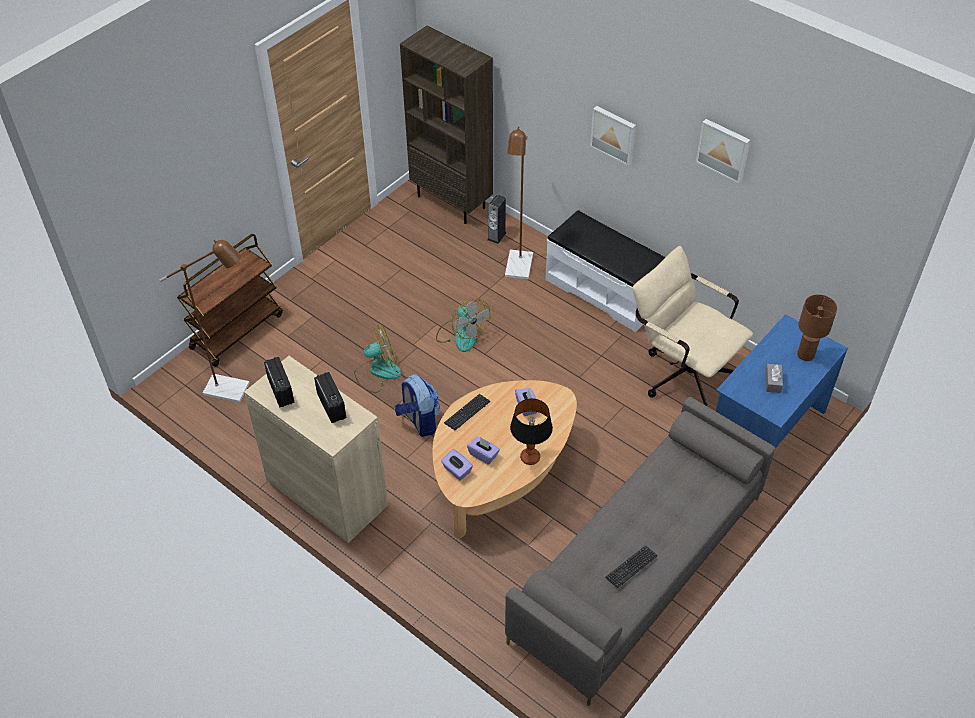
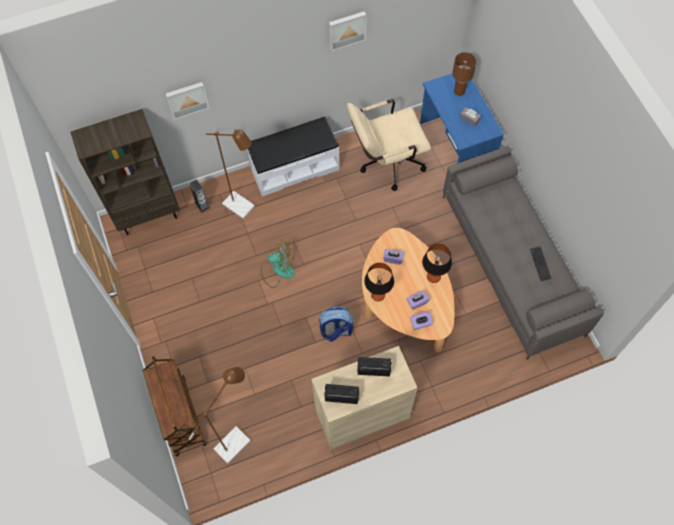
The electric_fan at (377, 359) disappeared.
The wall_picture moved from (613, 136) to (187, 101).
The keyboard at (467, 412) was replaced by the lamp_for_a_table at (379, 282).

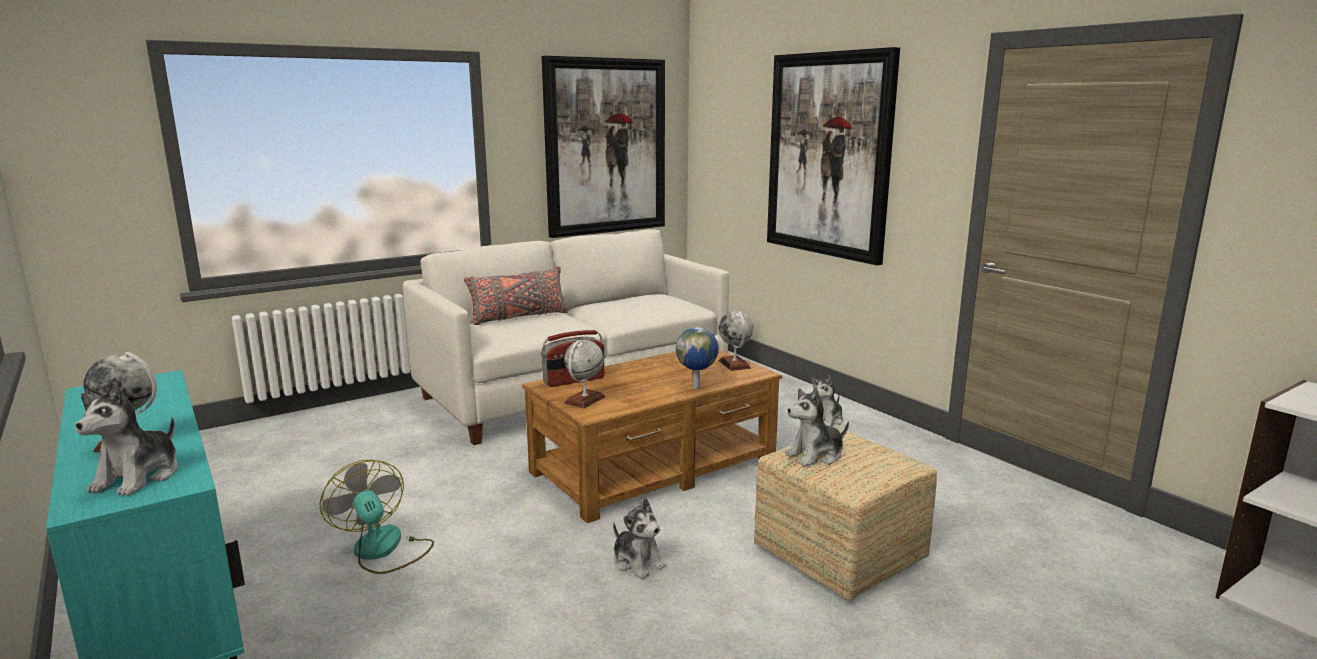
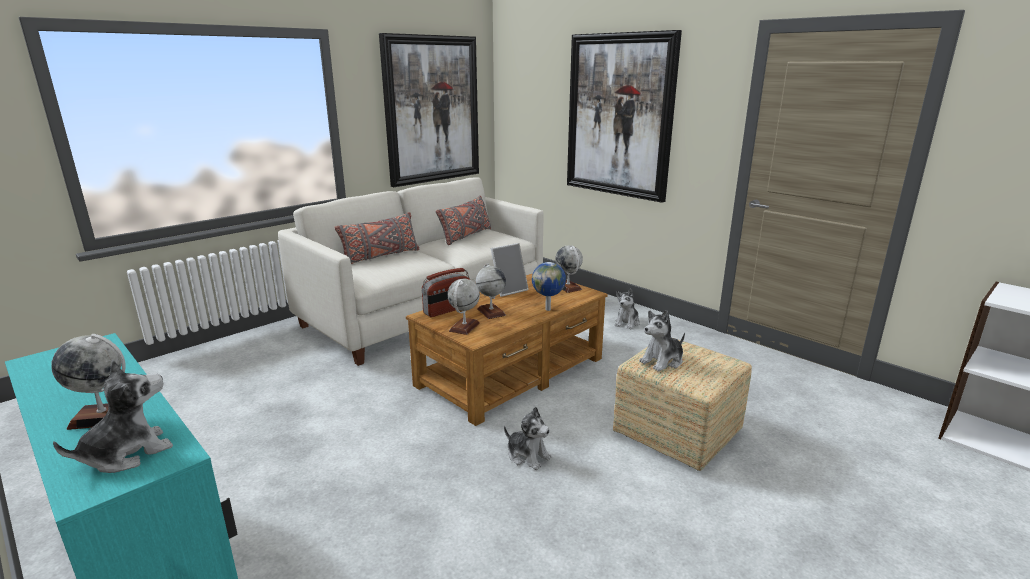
The electric_fan at (376, 517) disappeared.
The grey_throw_pillow at (463, 220) appeared.
The world_globe at (491, 291) appeared.
The photo_frame at (510, 270) appeared.
The cuddly_toy at (126, 439) turned 135 degrees counterclockwise.

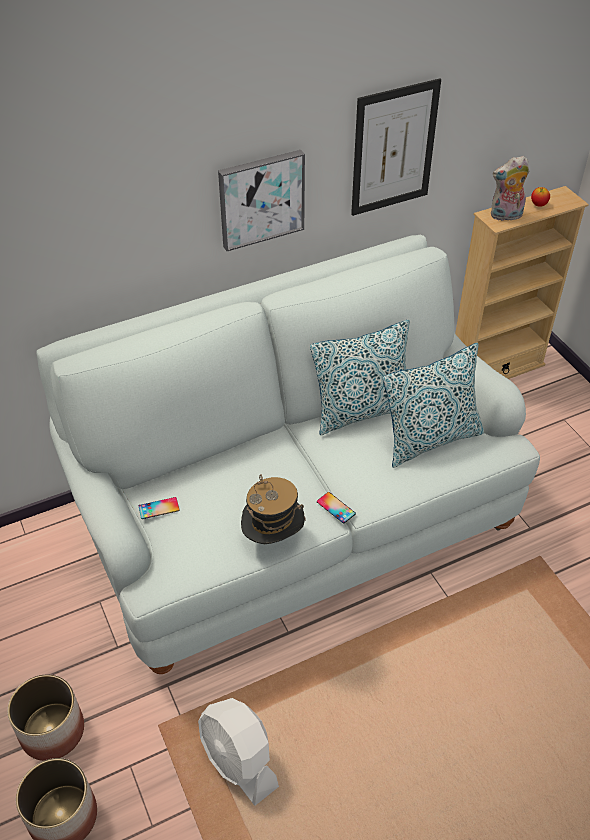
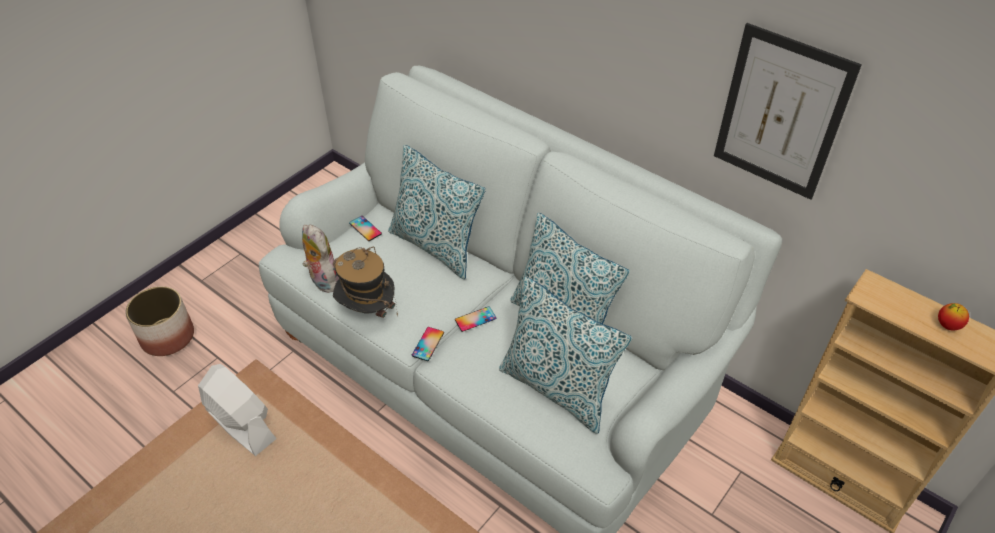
The planter at (45, 717) disappeared.
The wall_picture at (261, 200) disappeared.
The throw_pillow at (437, 212) appeared.
The handset at (475, 319) appeared.
The cuddly_toy moved from (510, 189) to (320, 259).
The white_electric_fan at (238, 752) turned 105 degrees clockwise.

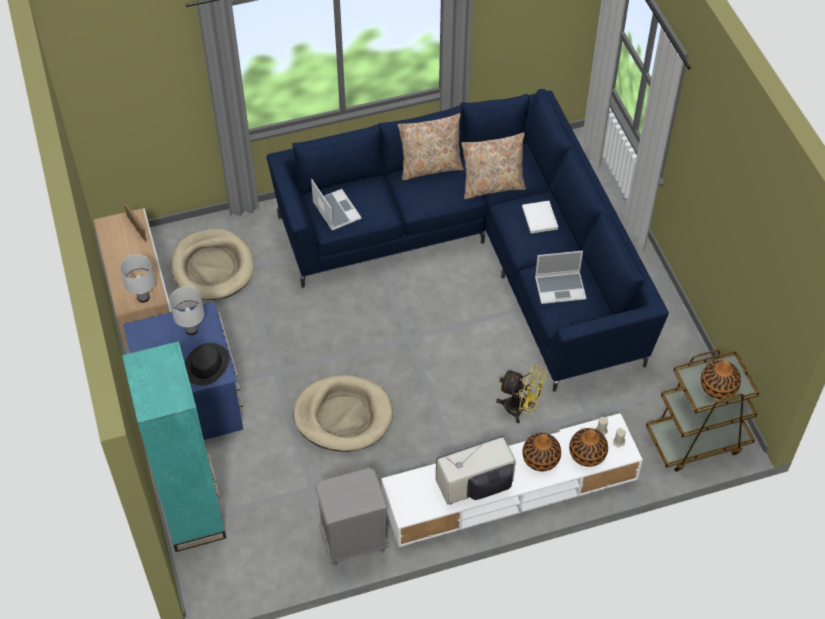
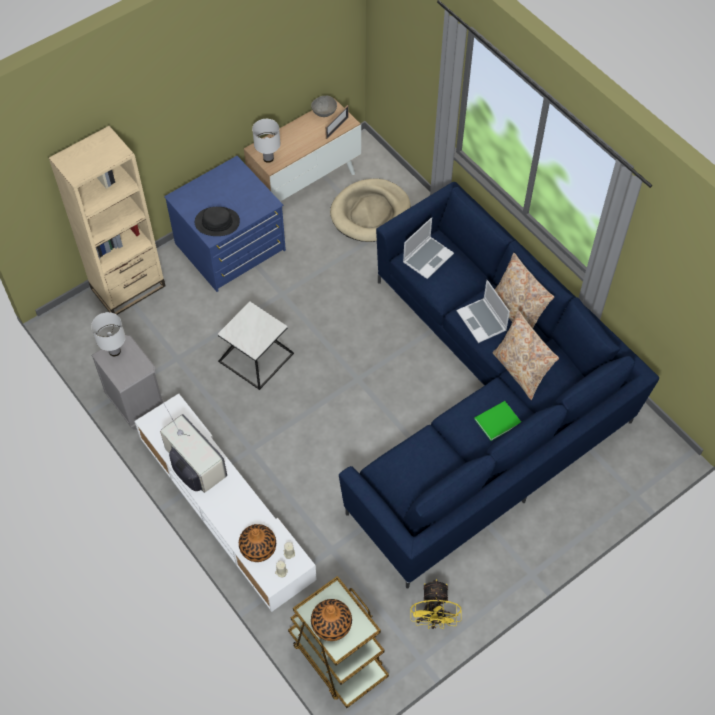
The flower_vase at (541, 452) disappeared.
The grey_deep_dish at (324, 106) appeared.
The white_lamp_for_a_table moved from (186, 311) to (108, 334).
The yellow-coloured_electric_fan moved from (521, 393) to (435, 604).
The laptop moved from (560, 277) to (483, 311).
The beige_dog_cushion at (343, 413) was replaced by the end_table at (256, 346).
The blue-green_bookcase at (174, 446) became the beige_bookcase at (107, 220).
The white_volume at (540, 217) became the greenish_volume at (497, 421).

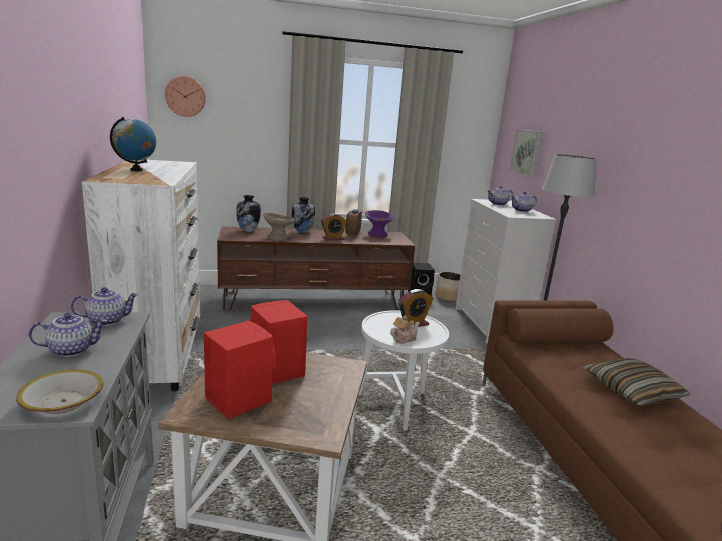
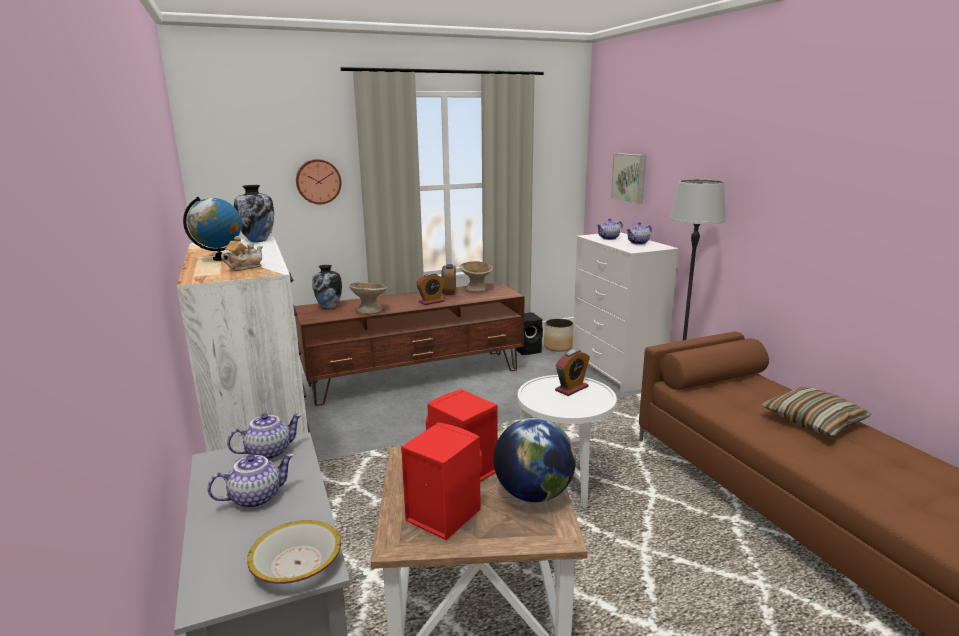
The world_globe at (534, 460) appeared.
The wall_clock moved from (185, 96) to (319, 181).
The flower_vase moved from (303, 215) to (254, 213).
The pot_for_tea moved from (405, 329) to (242, 253).
The purple_deep_dish at (379, 223) became the beige_deep_dish at (476, 276).

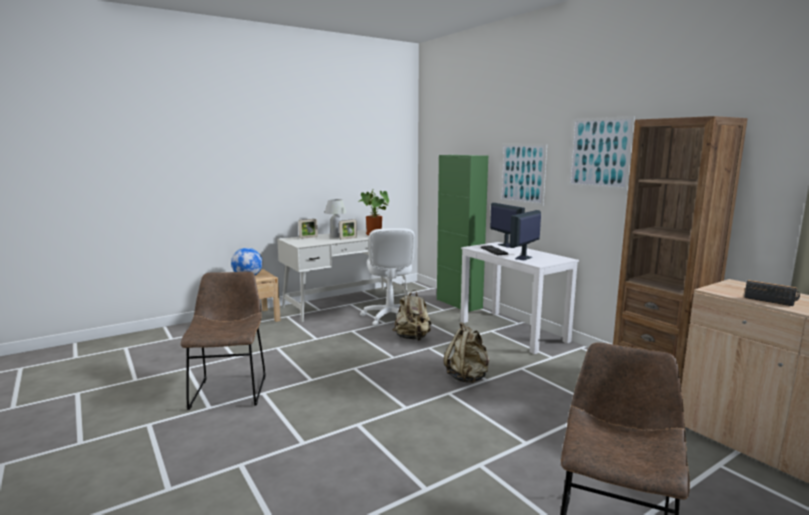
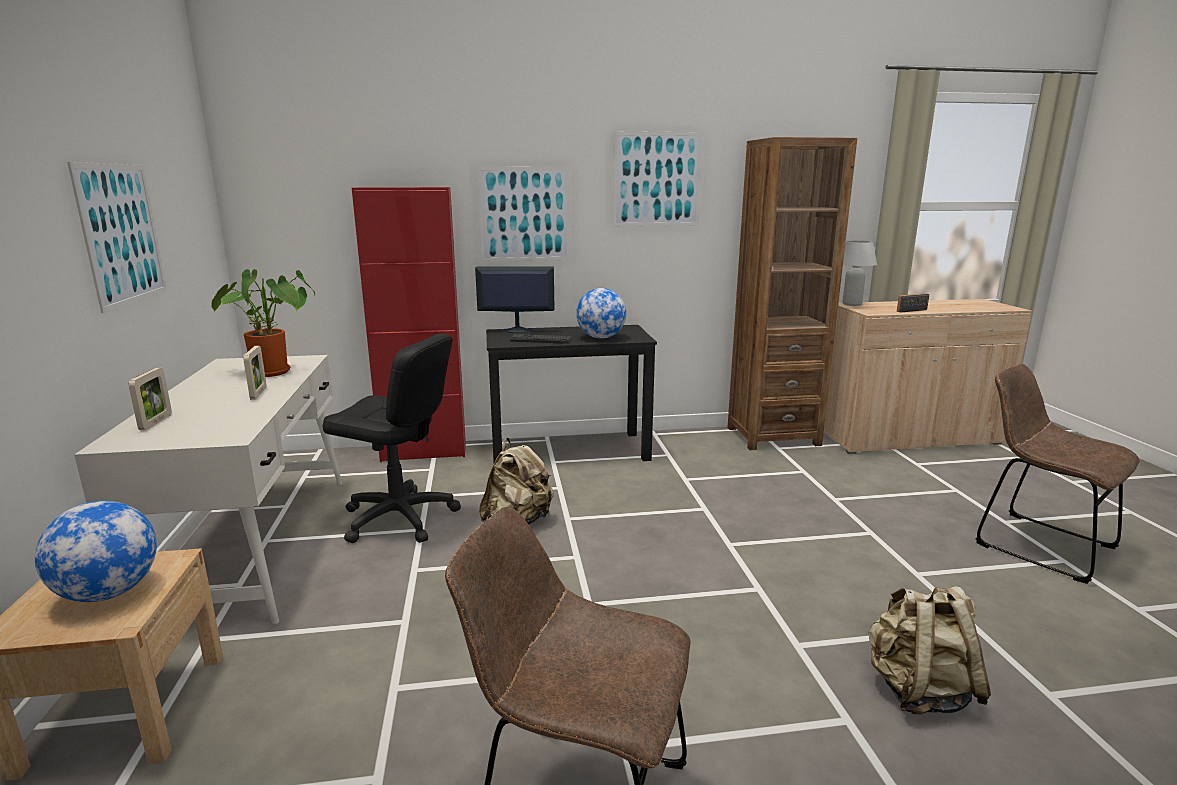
The wall_picture at (117, 237) appeared.
The white_lamp_for_a_table moved from (336, 218) to (860, 273).
The beige_backpack moved from (467, 352) to (929, 650).
The computer_screen at (525, 235) was replaced by the world_globe at (601, 313).
The white_desk_chair at (387, 277) became the black-coloured_desk_chair at (392, 438).
The greenish_cupboard at (462, 233) became the red-coloured_cupboard at (409, 324).
The white_desk at (519, 298) became the black-coloured_desk at (571, 393).

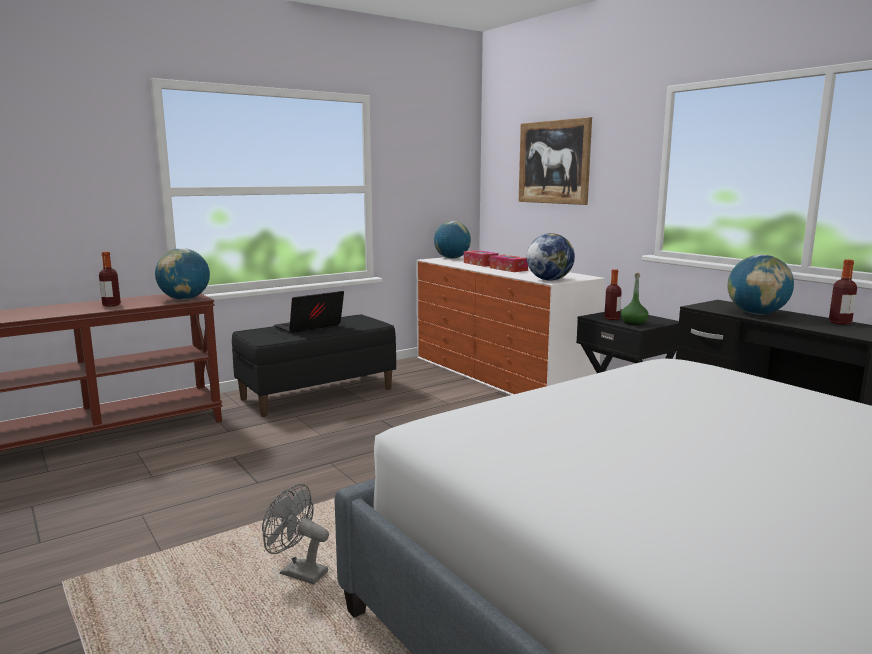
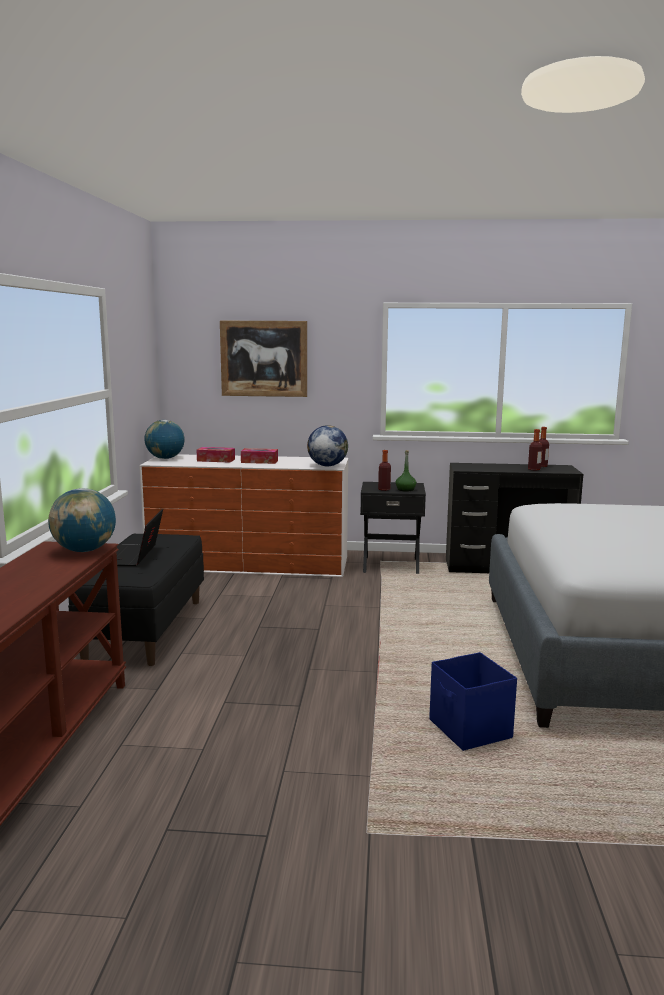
The world_globe at (760, 285) disappeared.
The drink_bottle moved from (110, 279) to (535, 450).
The grey_electric_fan at (295, 534) was replaced by the blue-coloured_storage_bin at (473, 701).

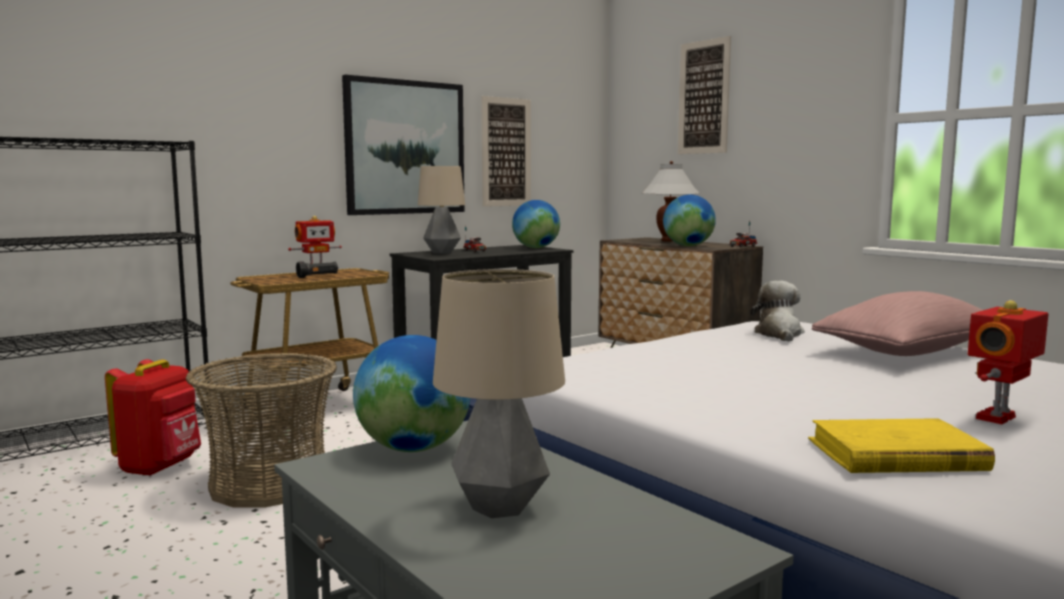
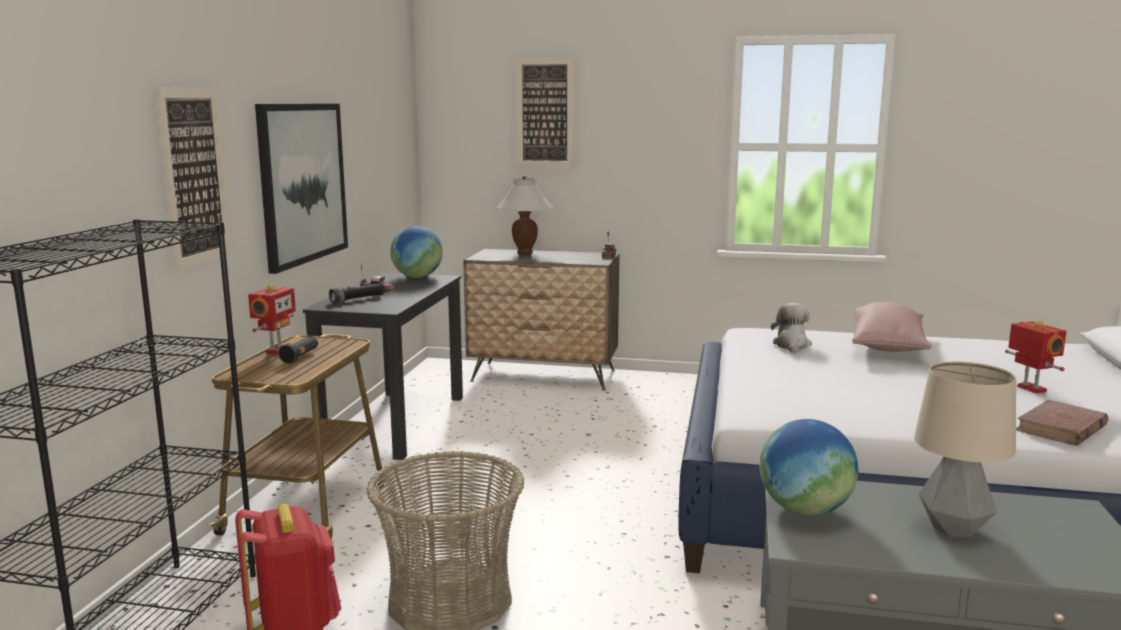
The world_globe at (689, 220) disappeared.
The wall_picture moved from (506, 151) to (193, 179).
The lamp_for_a_table at (441, 210) was replaced by the black-coloured_hand_torch at (356, 293).
The yellow-coloured_volume at (901, 445) became the brown_volume at (1062, 423).
The cuddly_toy at (778, 311) turned 45 degrees clockwise.
The model_robot at (1008, 362) turned 150 degrees clockwise.

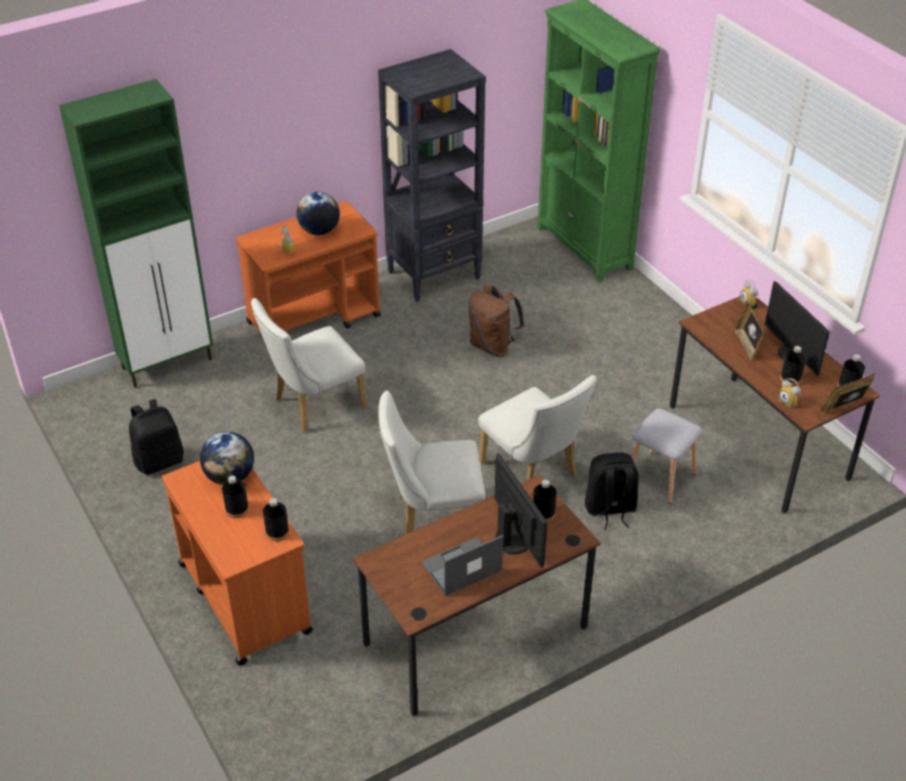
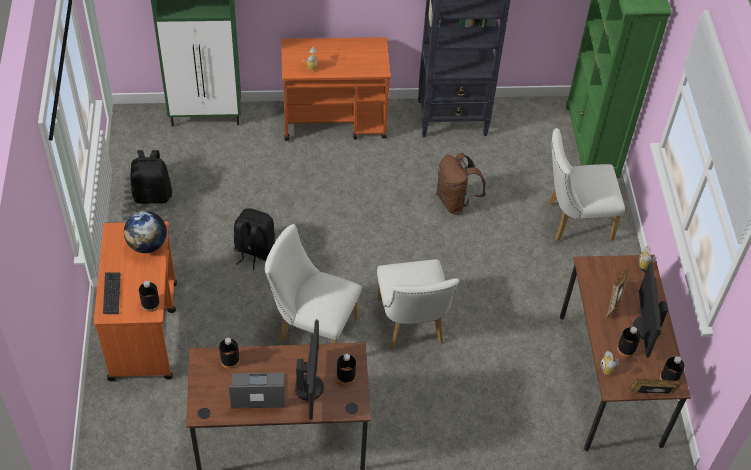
The world_globe at (318, 213) disappeared.
The grey_stool at (667, 456) disappeared.
The keyboard at (111, 293) appeared.
The black-coloured_drink_bottle moved from (235, 496) to (229, 353).
The white_plain_chair moved from (308, 365) to (586, 184).
The black-coloured_backpack moved from (612, 491) to (254, 239).

